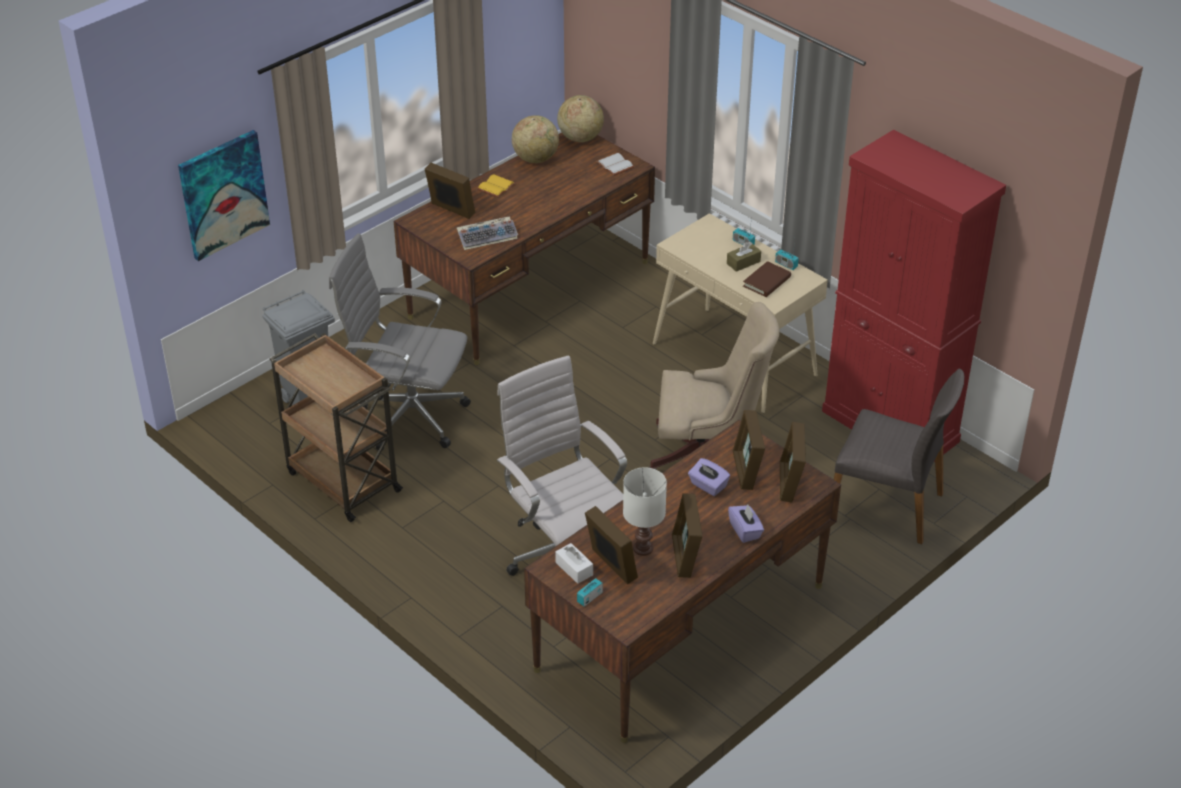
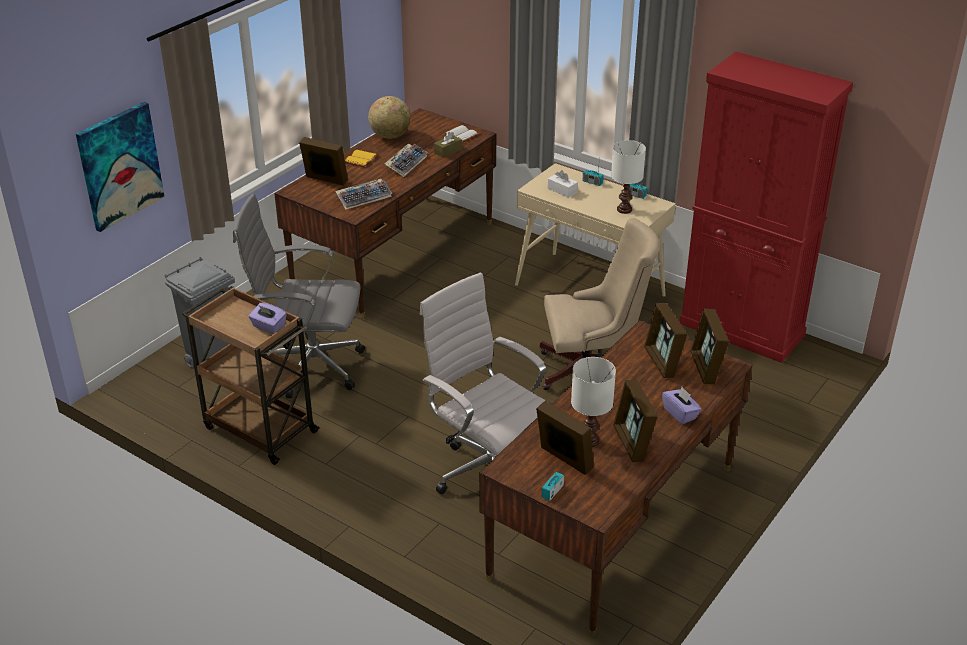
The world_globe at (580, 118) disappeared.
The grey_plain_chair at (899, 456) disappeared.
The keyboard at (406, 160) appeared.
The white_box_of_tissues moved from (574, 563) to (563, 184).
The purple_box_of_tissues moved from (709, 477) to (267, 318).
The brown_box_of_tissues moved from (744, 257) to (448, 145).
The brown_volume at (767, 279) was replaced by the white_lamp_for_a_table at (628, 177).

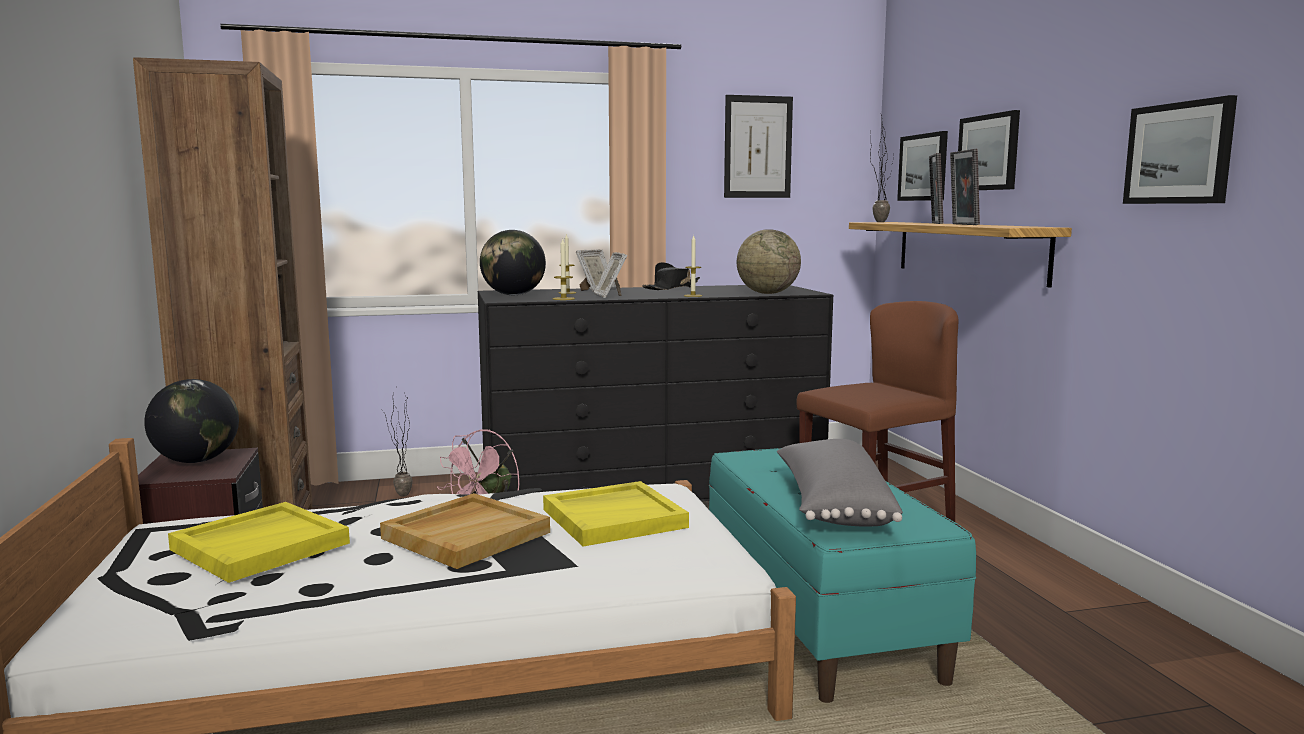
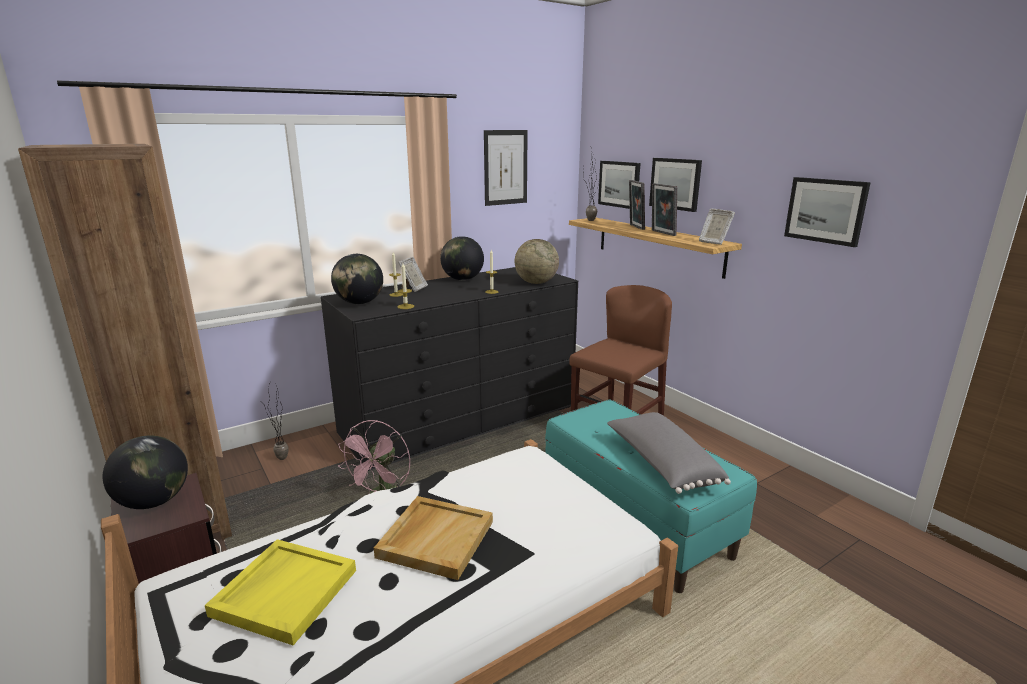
The yellow-coloured_carrying_tray at (616, 513) disappeared.
The photo_frame moved from (611, 275) to (717, 226).
The black-coloured_clothing_hat at (671, 276) was replaced by the world_globe at (462, 258).

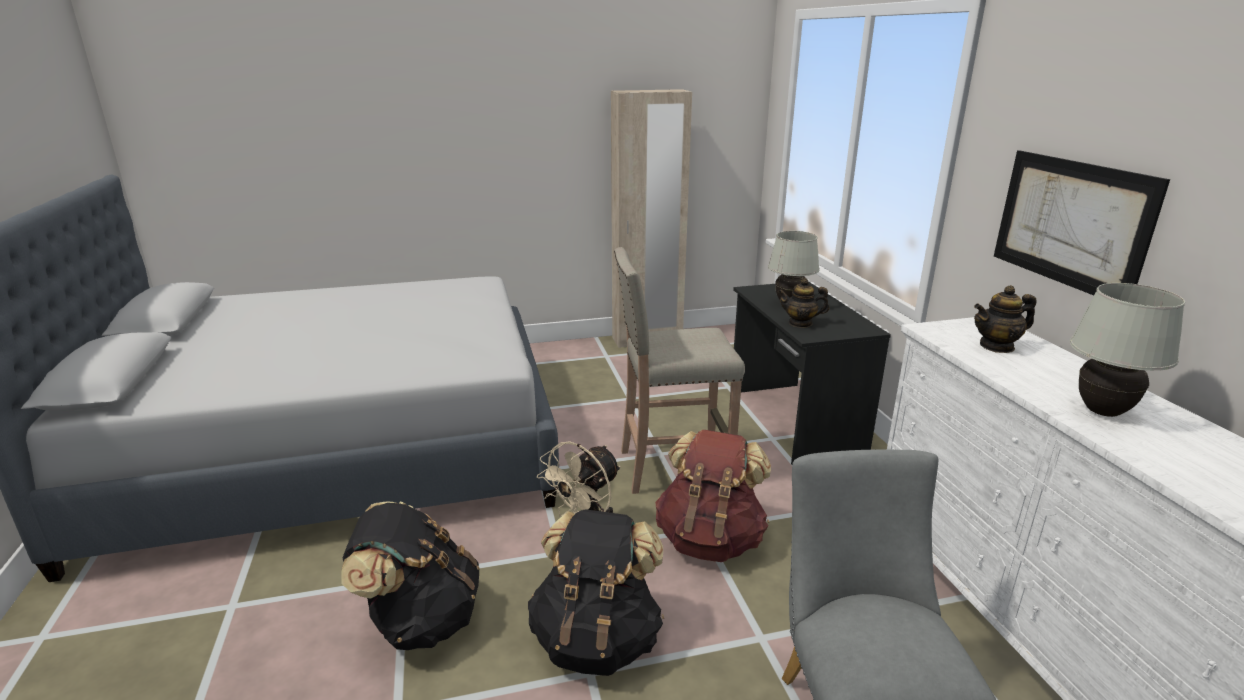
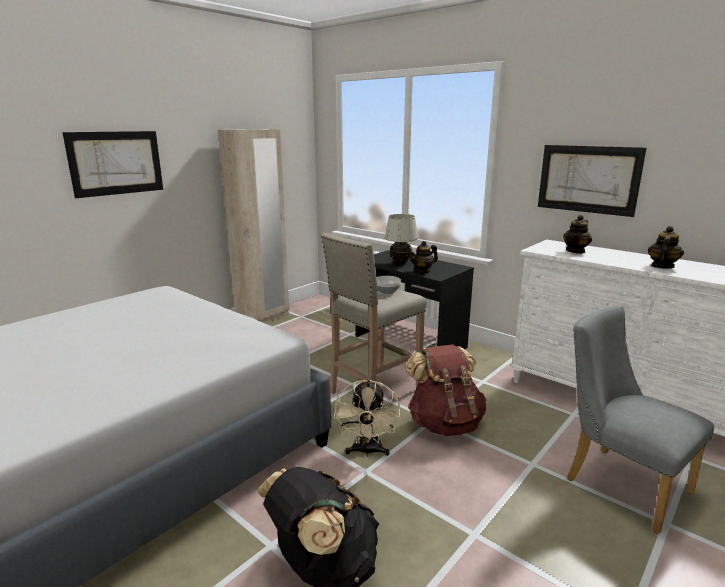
The black-coloured_backpack at (596, 592) disappeared.
The wall_picture at (112, 164) appeared.
The deep_dish at (389, 285) appeared.
The white_lamp_for_a_table at (1127, 350) was replaced by the pot_for_tea at (666, 247).

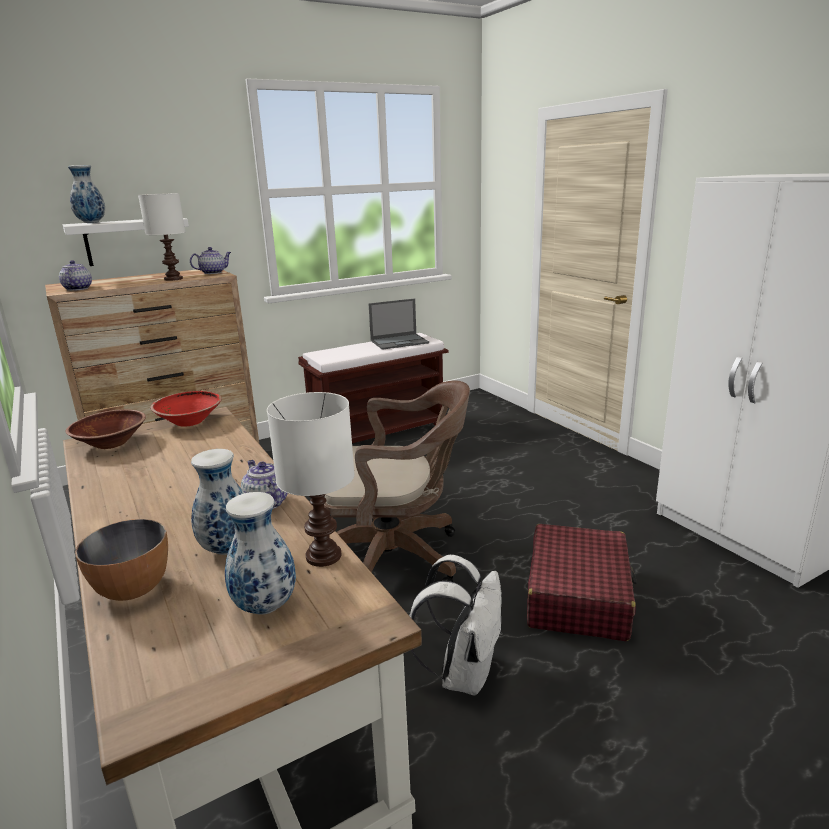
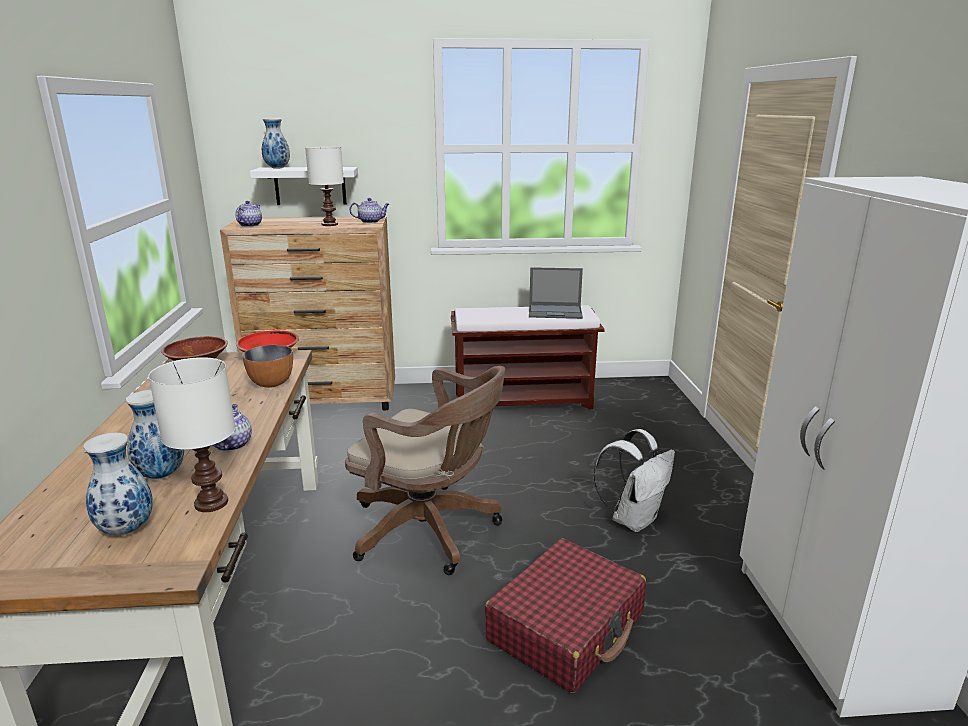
The deep_dish moved from (121, 560) to (267, 366).
The white_backpack moved from (455, 625) to (634, 480).

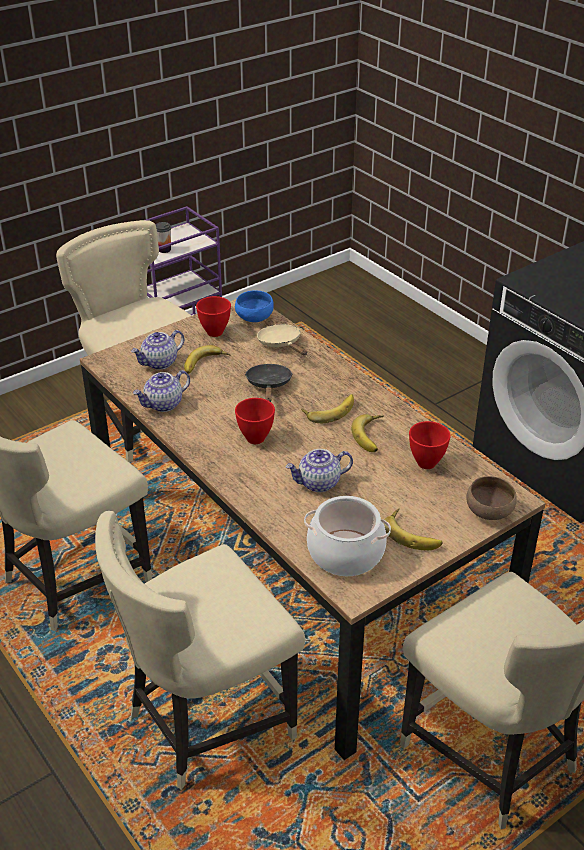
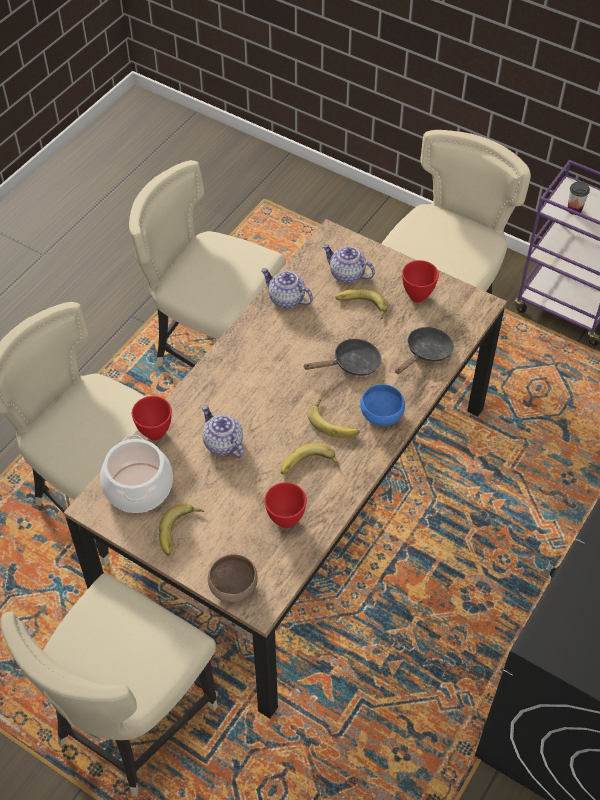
The blue-coloured_deep_dish moved from (254, 306) to (382, 405).
The red-coloured_deep_dish moved from (255, 421) to (152, 418).
The beige_frying_pan at (282, 339) became the black-coloured_frying_pan at (424, 350).

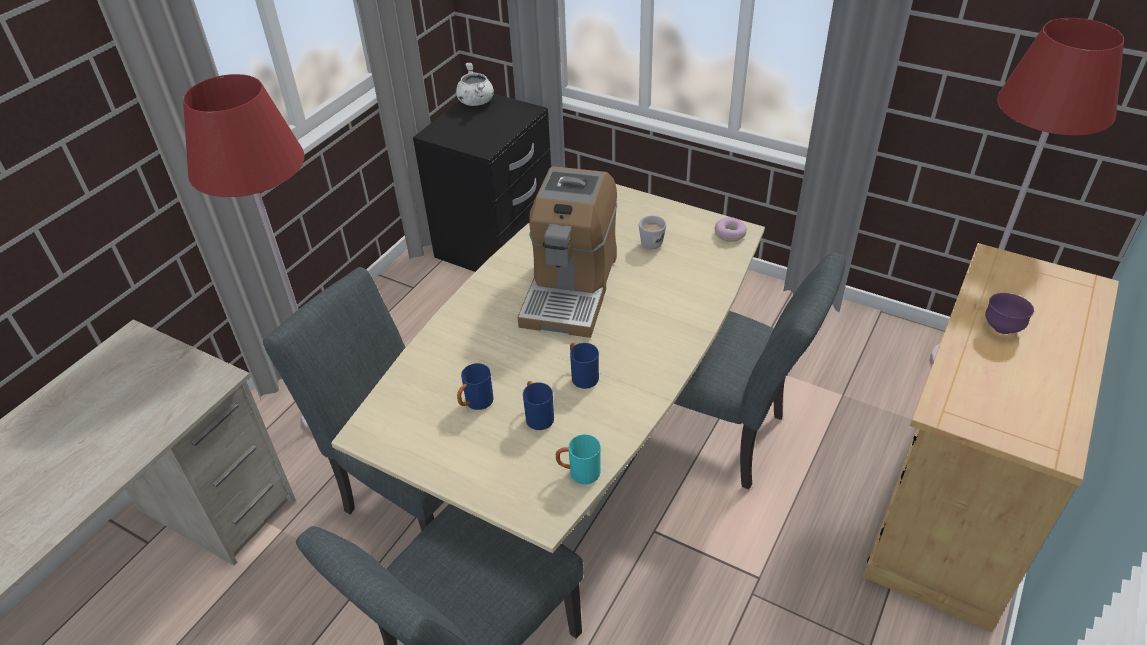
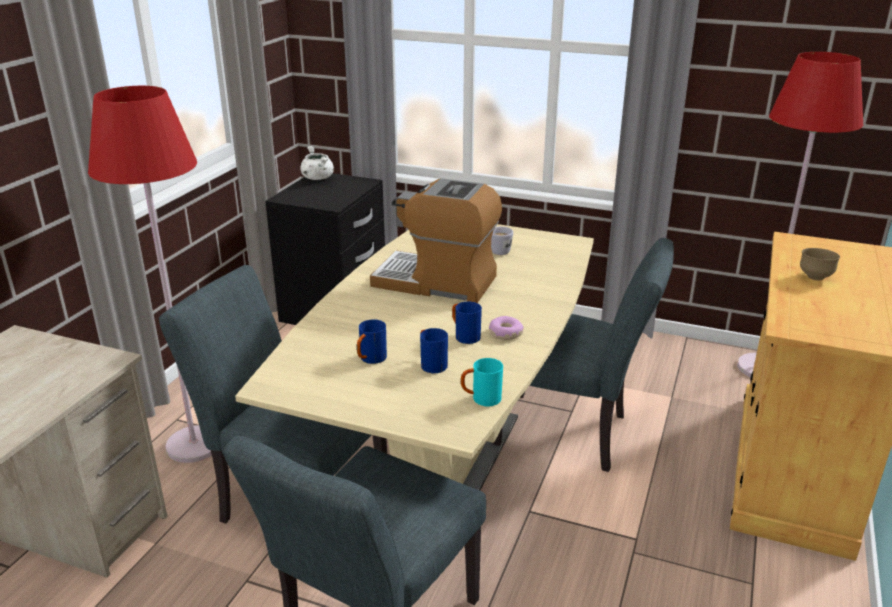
The donut moved from (731, 229) to (506, 328).
The purple_deep_dish at (1009, 313) became the brown_deep_dish at (820, 264).
The coffee_brewer at (568, 252) turned 105 degrees clockwise.

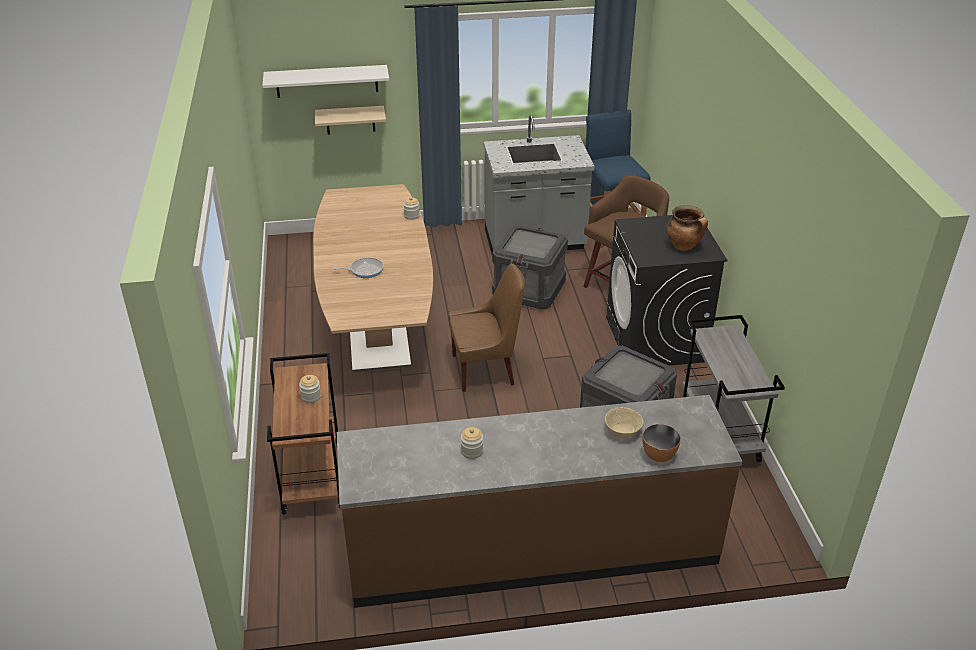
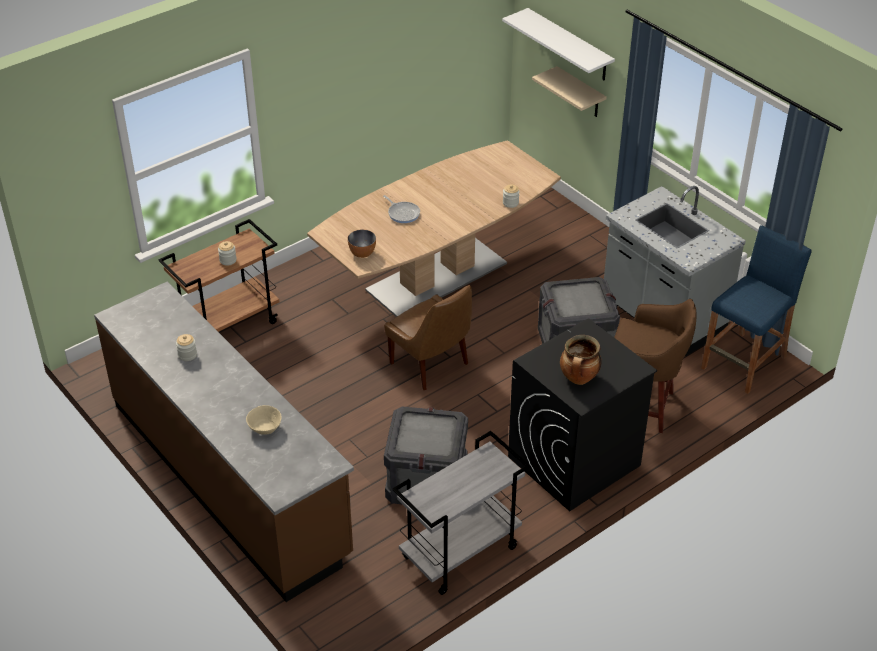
The deep_dish moved from (661, 443) to (362, 243).

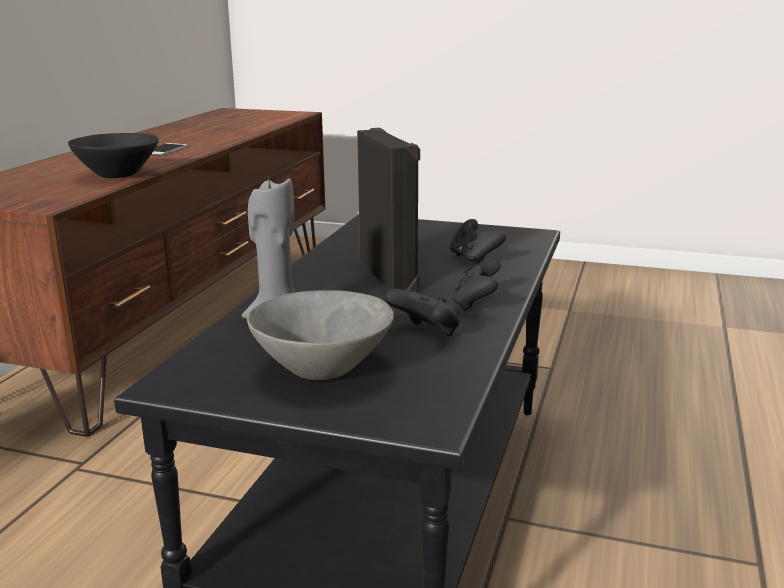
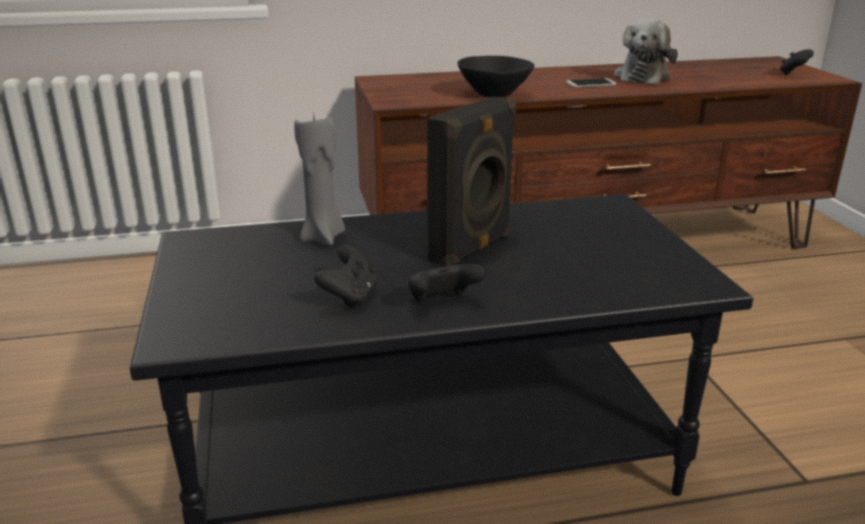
The grey_deep_dish at (320, 335) disappeared.
The cuddly_toy at (646, 51) appeared.
The black-coloured_game_controller moved from (478, 242) to (797, 62).

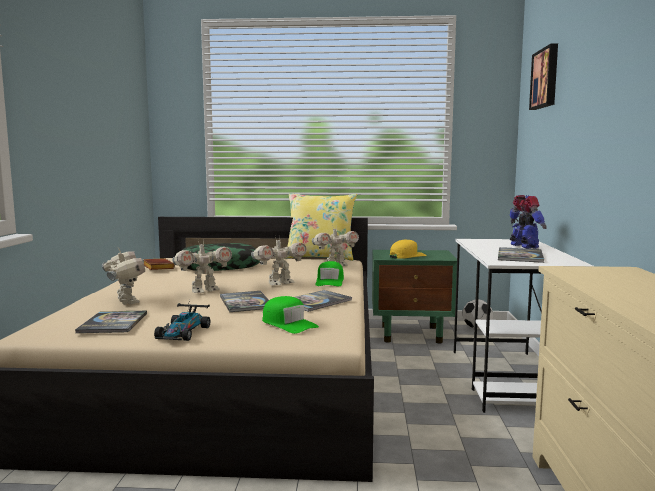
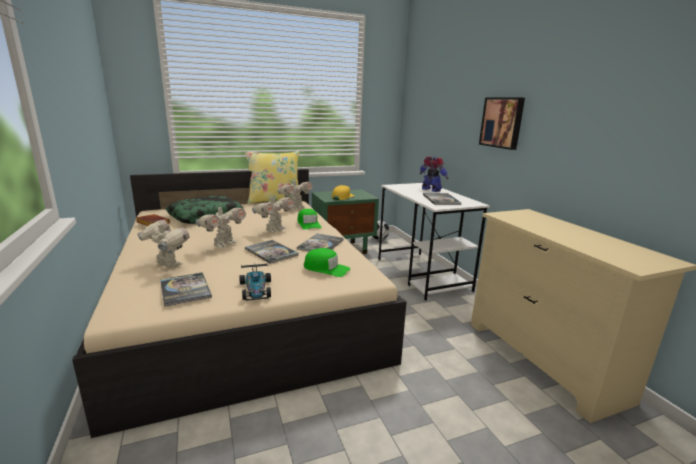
The wall_picture moved from (543, 76) to (502, 123).

